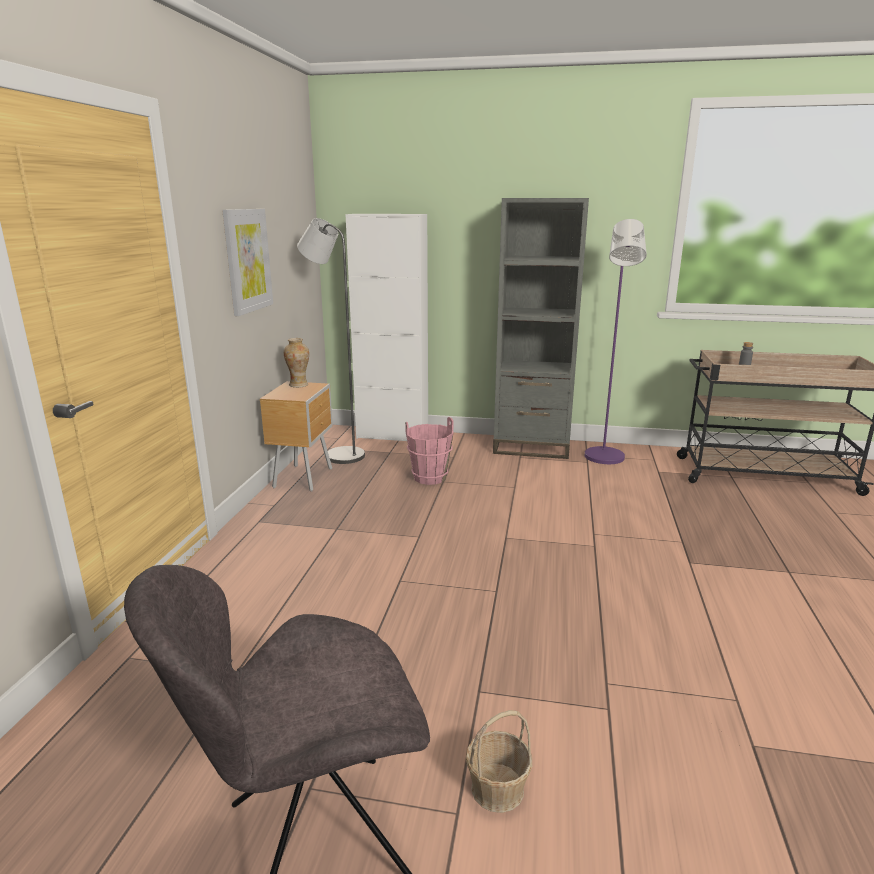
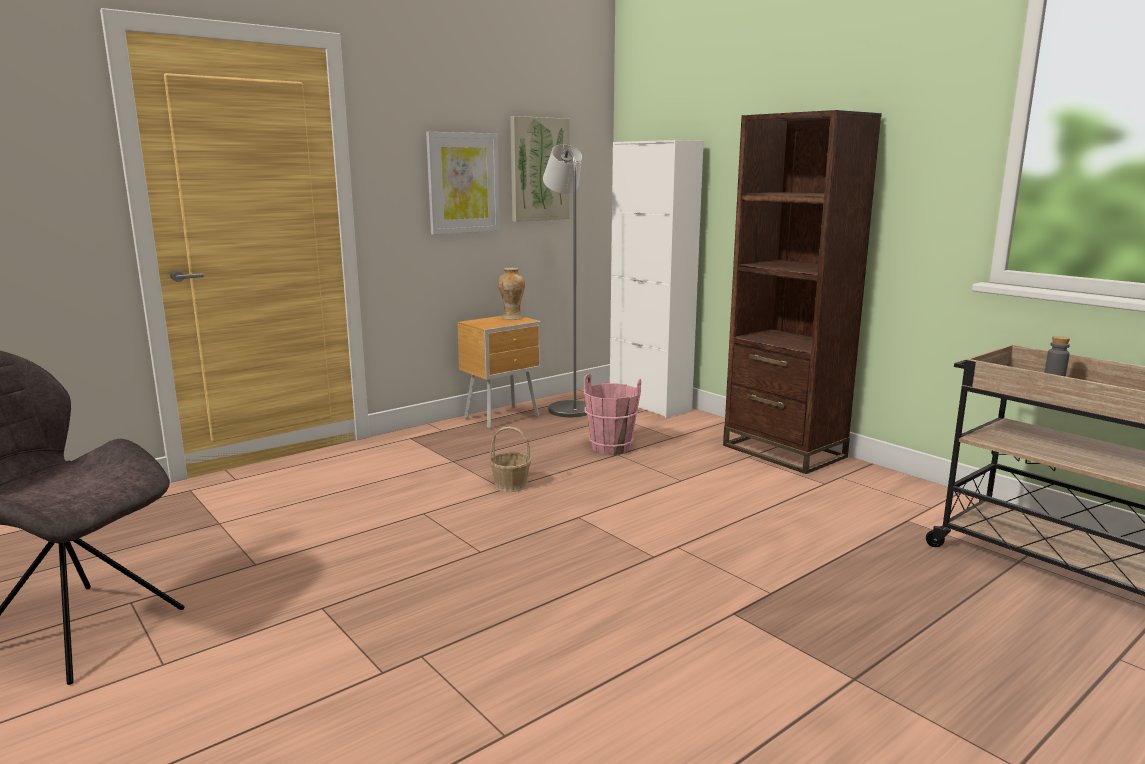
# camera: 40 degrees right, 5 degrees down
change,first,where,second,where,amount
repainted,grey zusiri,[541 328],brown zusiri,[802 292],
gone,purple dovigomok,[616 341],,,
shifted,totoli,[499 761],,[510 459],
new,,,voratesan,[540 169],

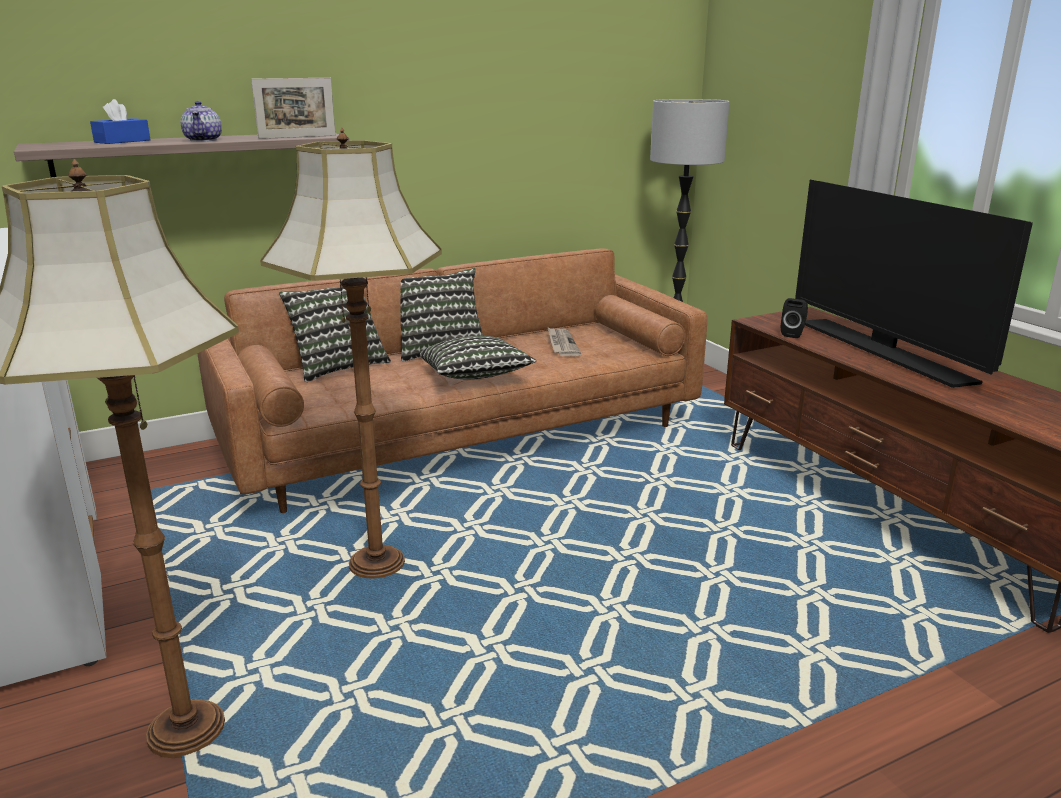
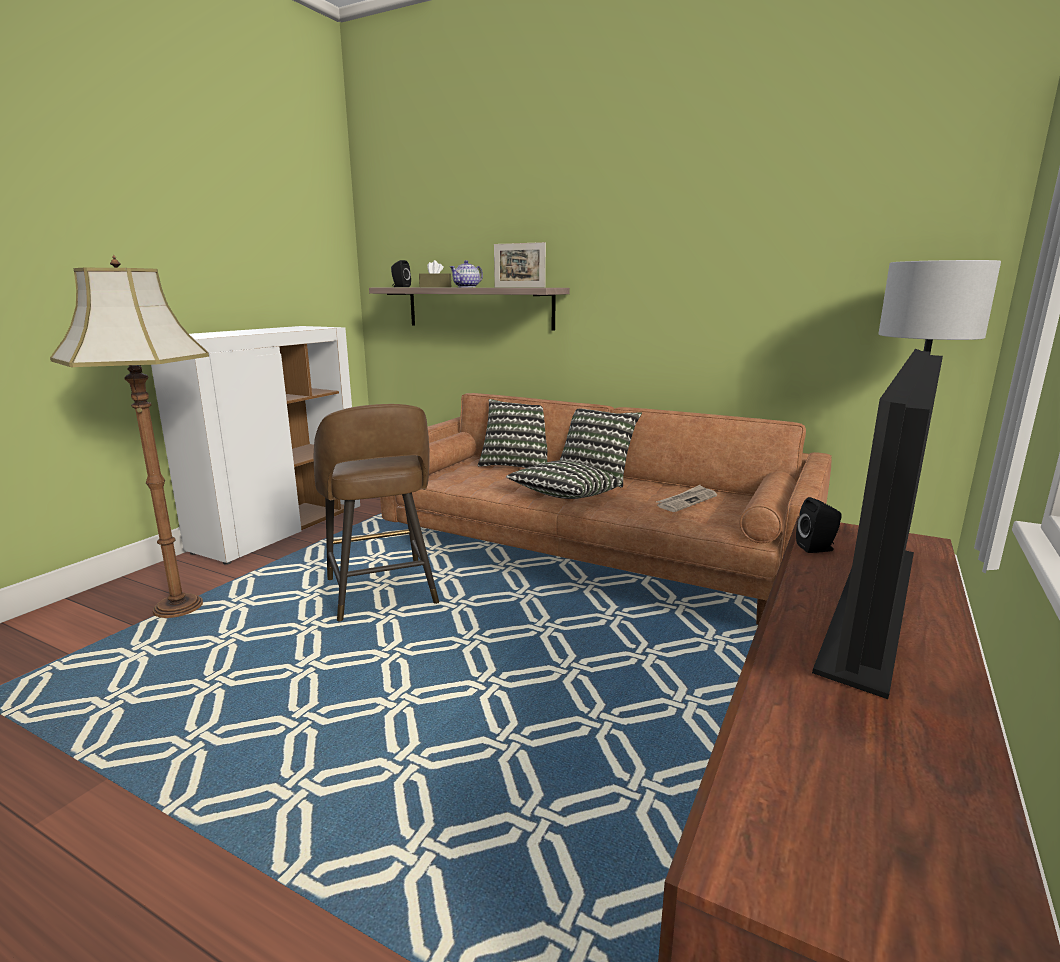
# camera: 55 degrees right, 5 degrees down
change,first,where,second,where,amount
repainted,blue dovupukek,[120 121],brown dovupukek,[435 273],
swapped,dovigomok,[351 353],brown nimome,[376 512],
new,,,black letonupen,[401 273],

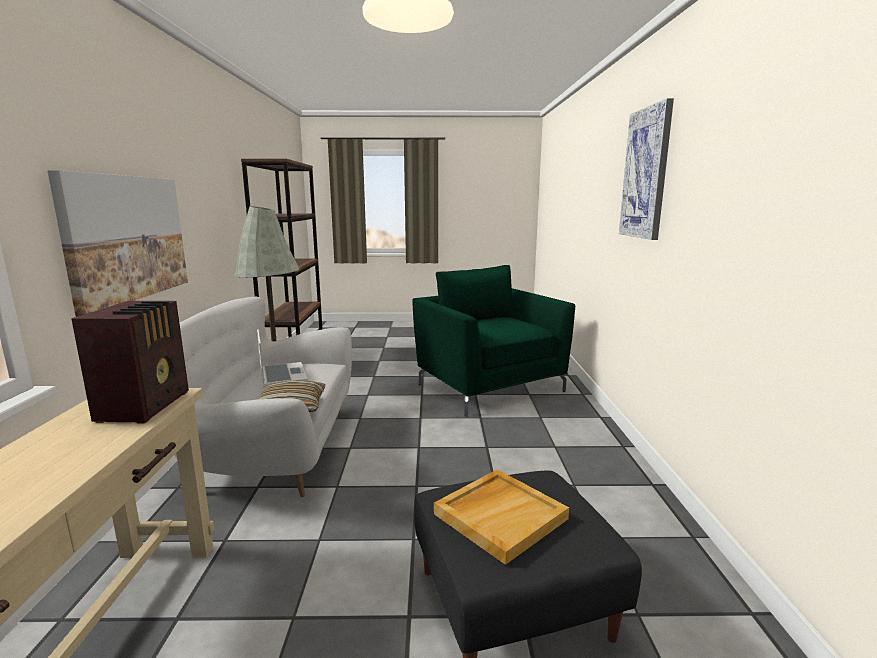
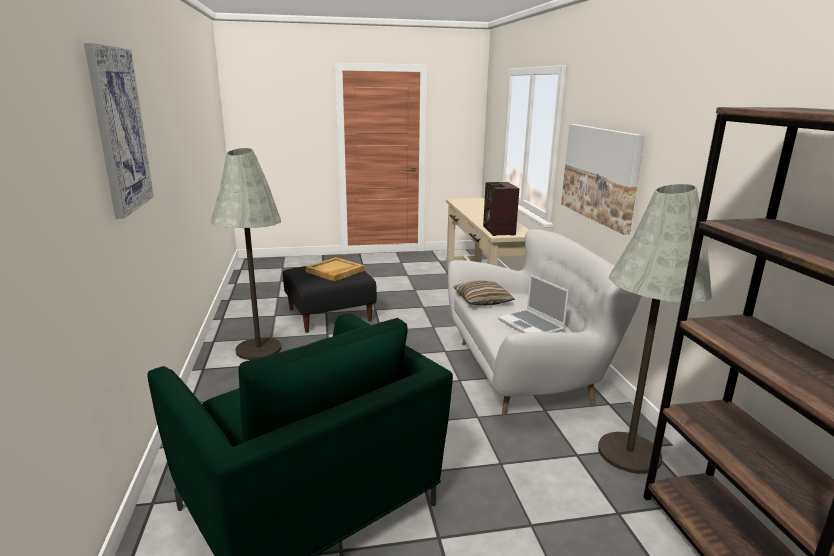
# camera: 170 degrees right, 5 degrees up
change,first,where,second,where,amount
new,,,grey dovigomok,[245 254],

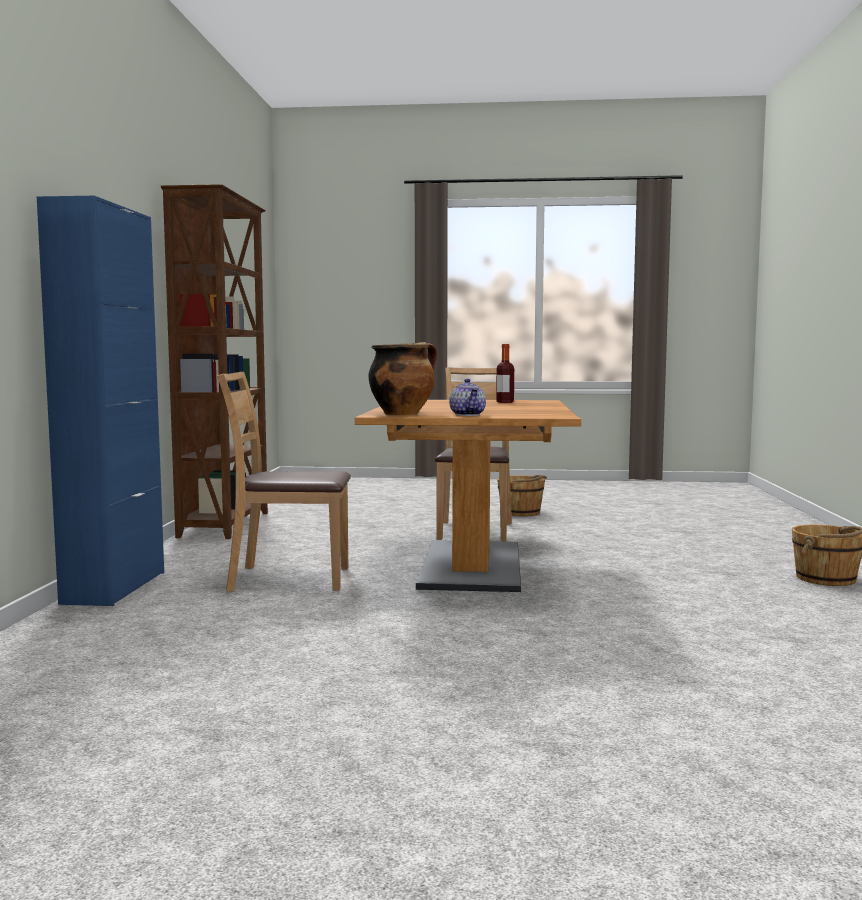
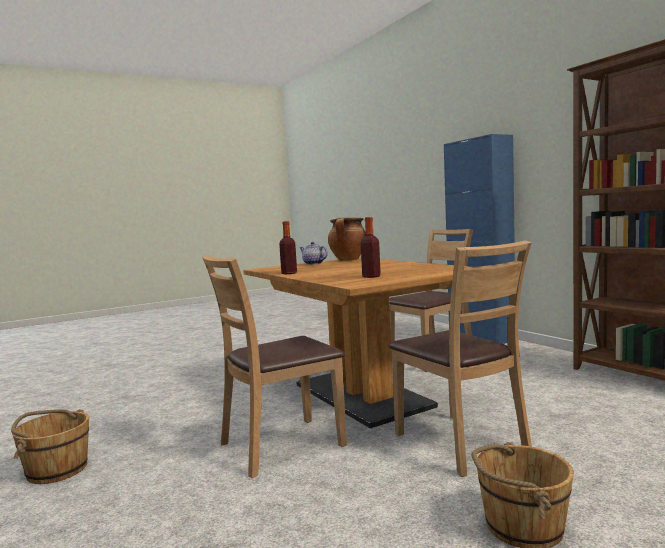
# camera: 145 degrees right, 0 degrees up
change,first,where,second,where,amount
new,,,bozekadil,[288 247],
new,,,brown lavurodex,[274 366],

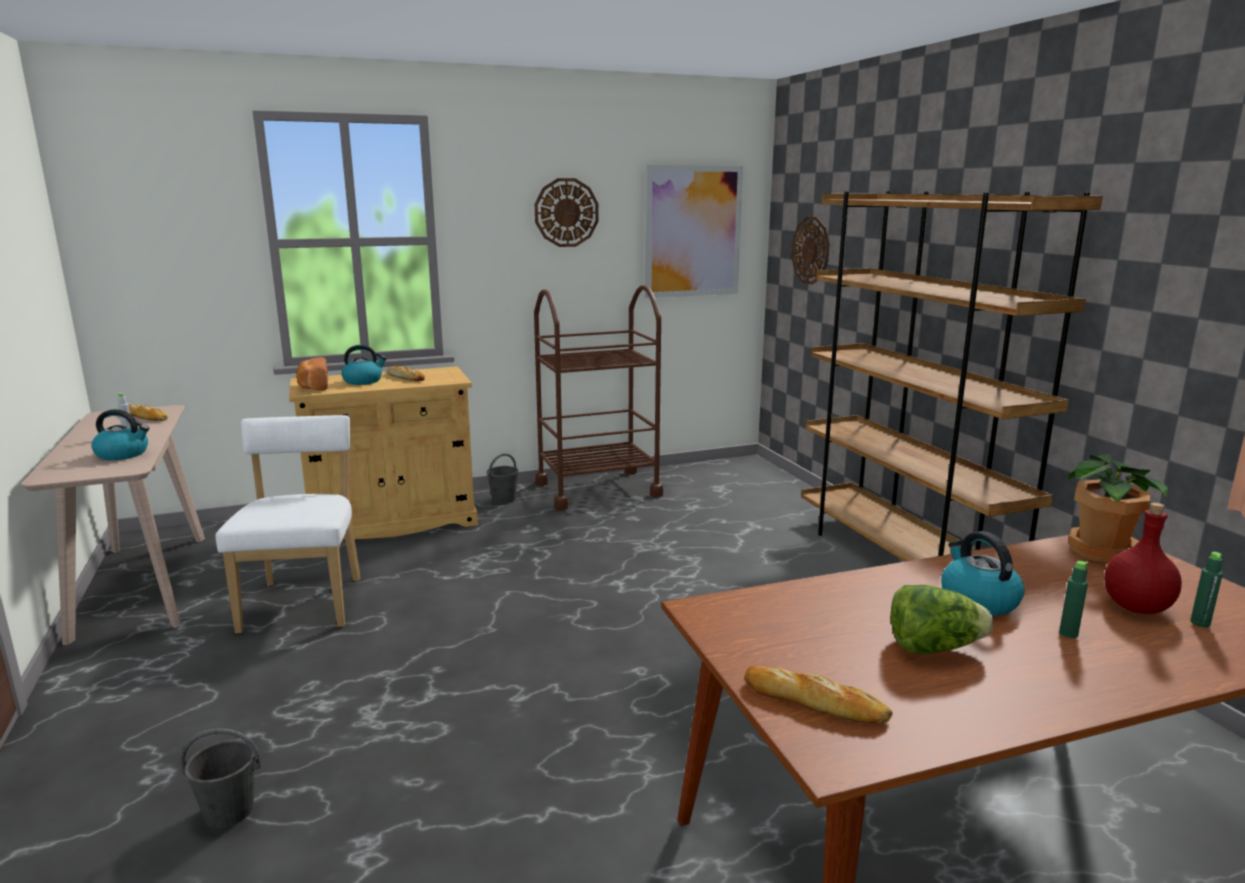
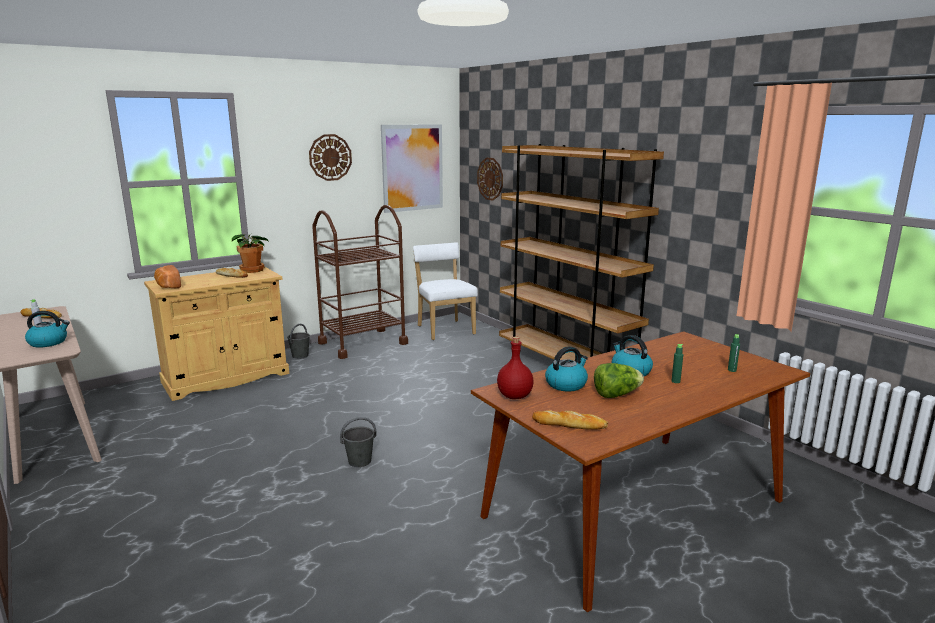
# camera: 15 degrees left, 0 degrees up
change,first,where,second,where,amount
shifted,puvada,[364 365],,[566 368],
shifted,white lavurodex,[288 524],,[445 291],
shifted,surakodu,[1118 508],,[250 253],
shifted,red bozekadil,[1143 558],,[515 367],
shifted,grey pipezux,[220 778],,[358 442],

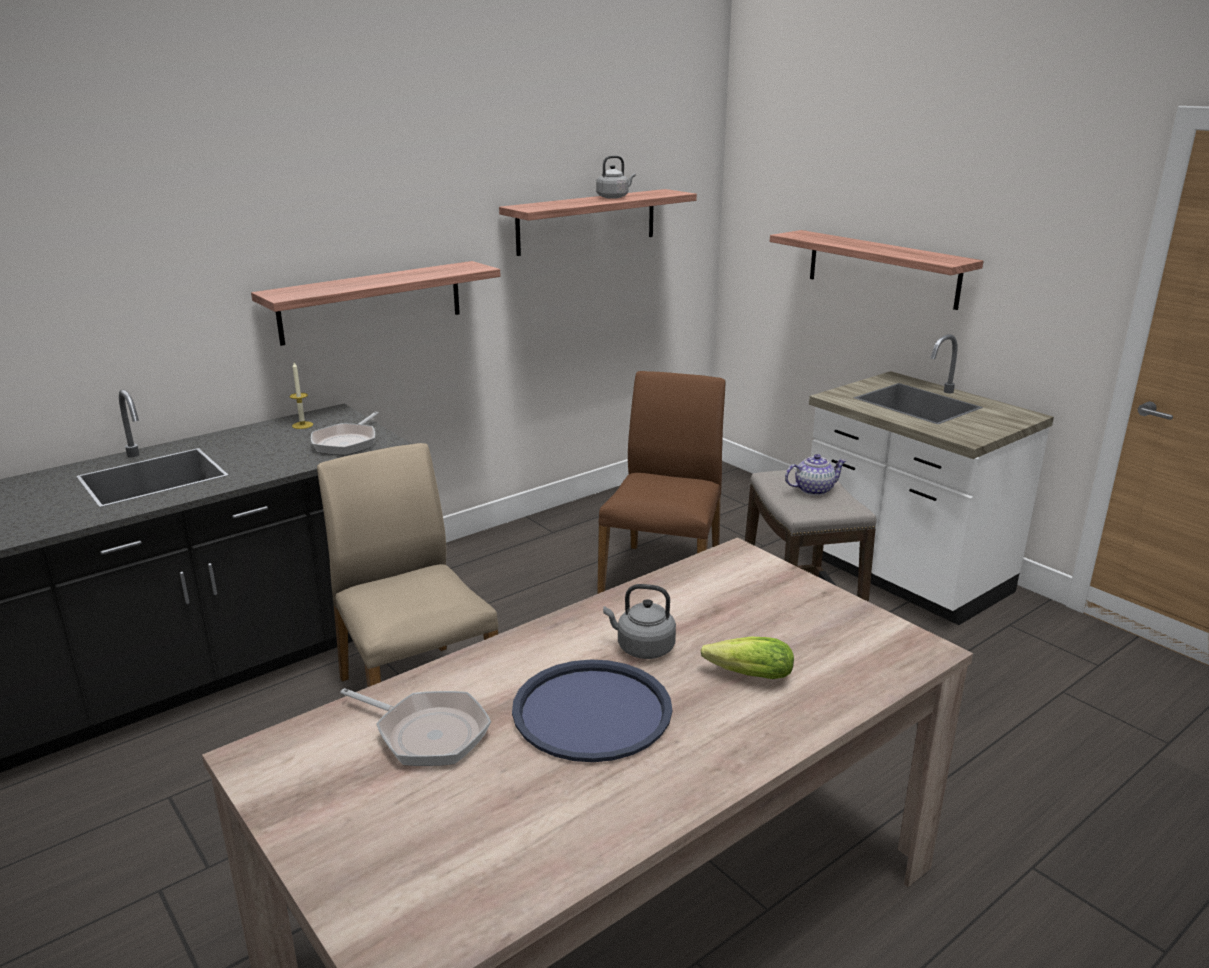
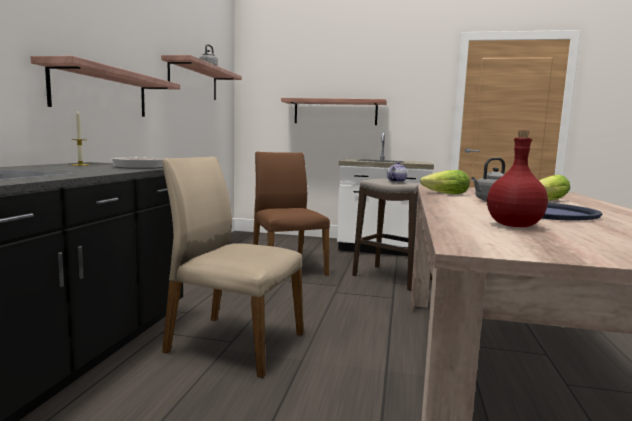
# camera: 40 degrees left, 15 degrees down
change,first,where,second,where,amount
swapped,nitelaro,[415 727],red bozekadil,[517 178],
new,,,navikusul,[445 182],

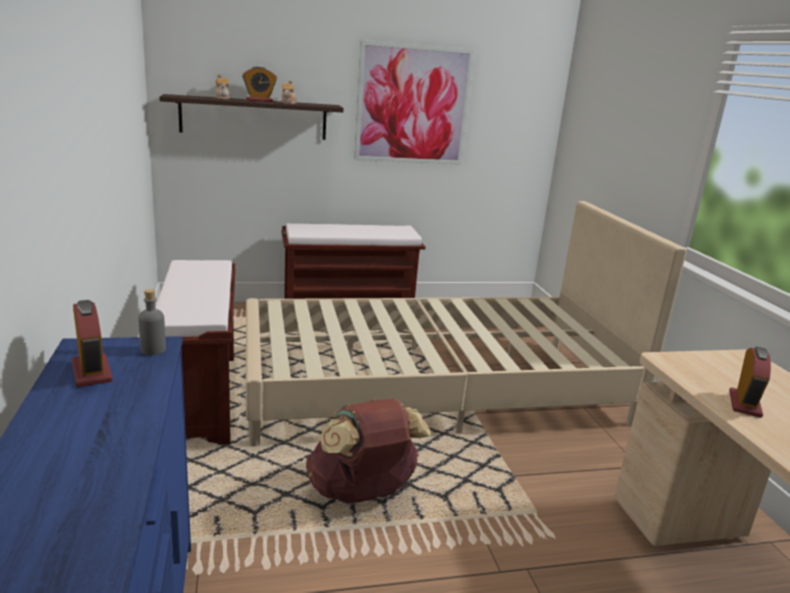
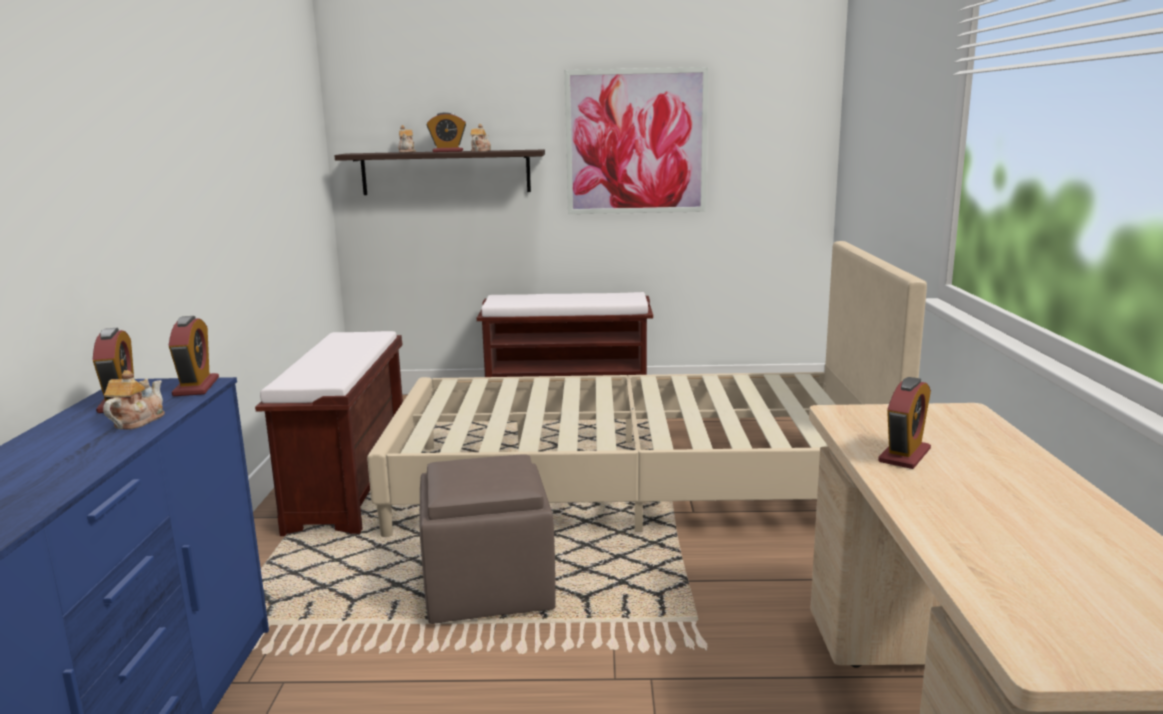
# camera: 15 degrees right, 5 degrees down
change,first,where,second,where,amount
swapped,grey bozekadil,[152 322],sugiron,[194 356],
swapped,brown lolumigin,[368 451],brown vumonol,[488 539],
new,,,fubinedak,[134 400],

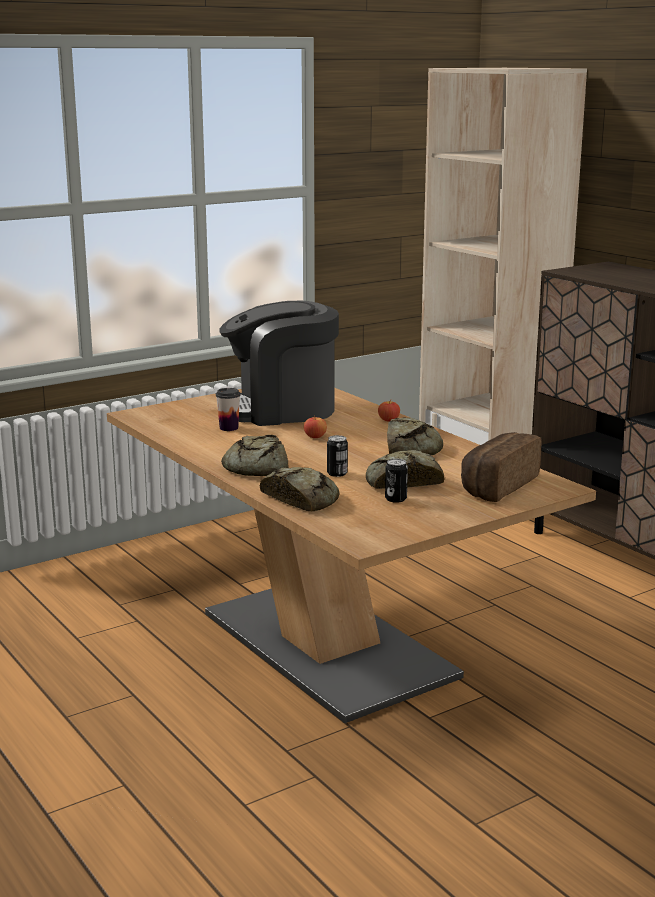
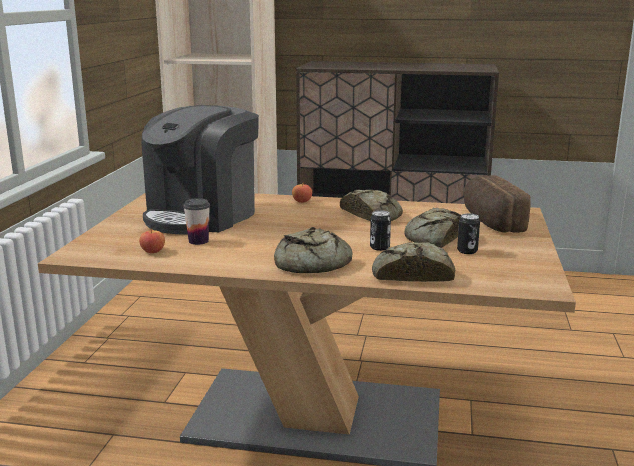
# camera: 45 degrees left, 0 degrees up
change,first,where,second,where,amount
shifted,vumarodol,[315 427],,[152 241],

